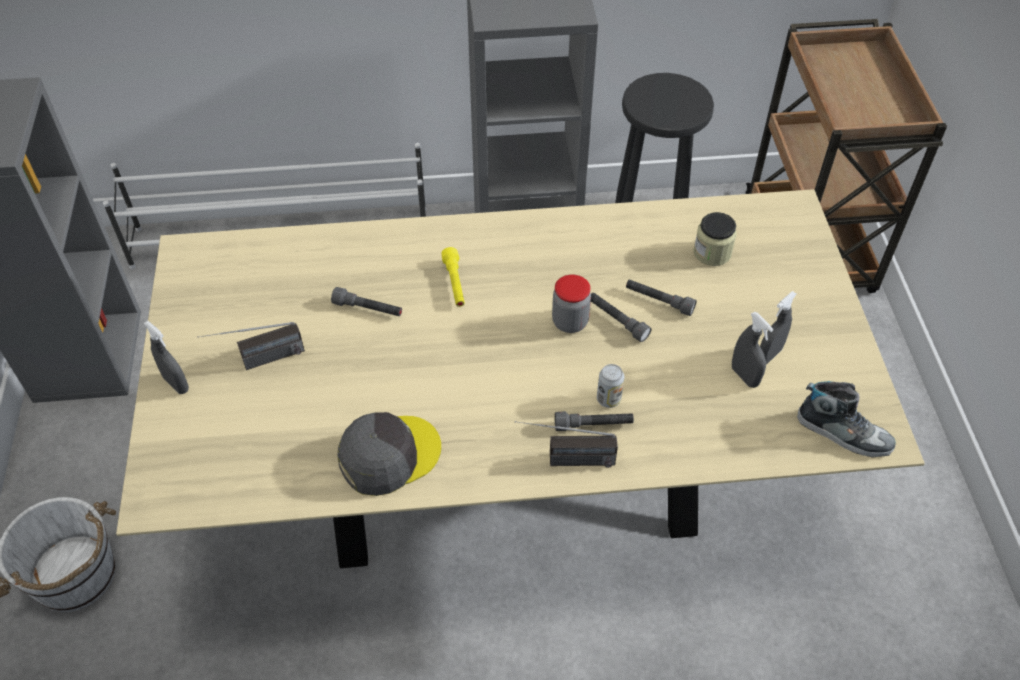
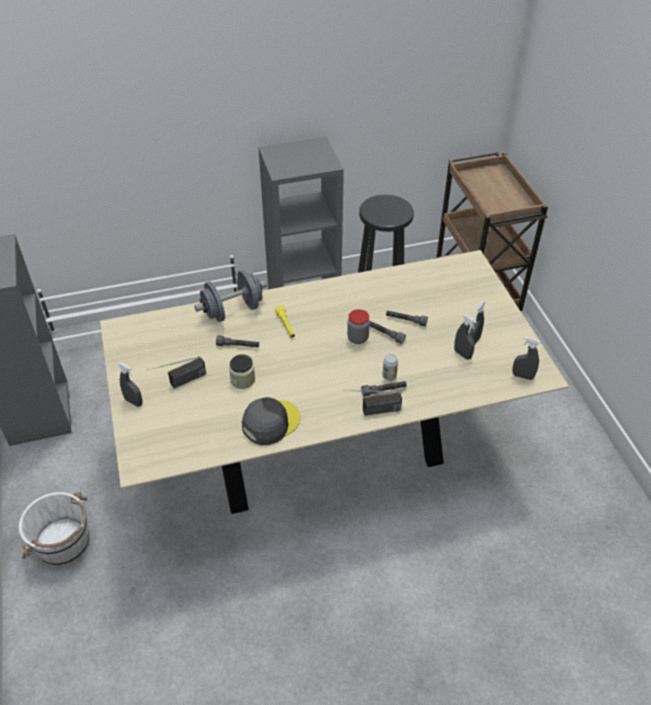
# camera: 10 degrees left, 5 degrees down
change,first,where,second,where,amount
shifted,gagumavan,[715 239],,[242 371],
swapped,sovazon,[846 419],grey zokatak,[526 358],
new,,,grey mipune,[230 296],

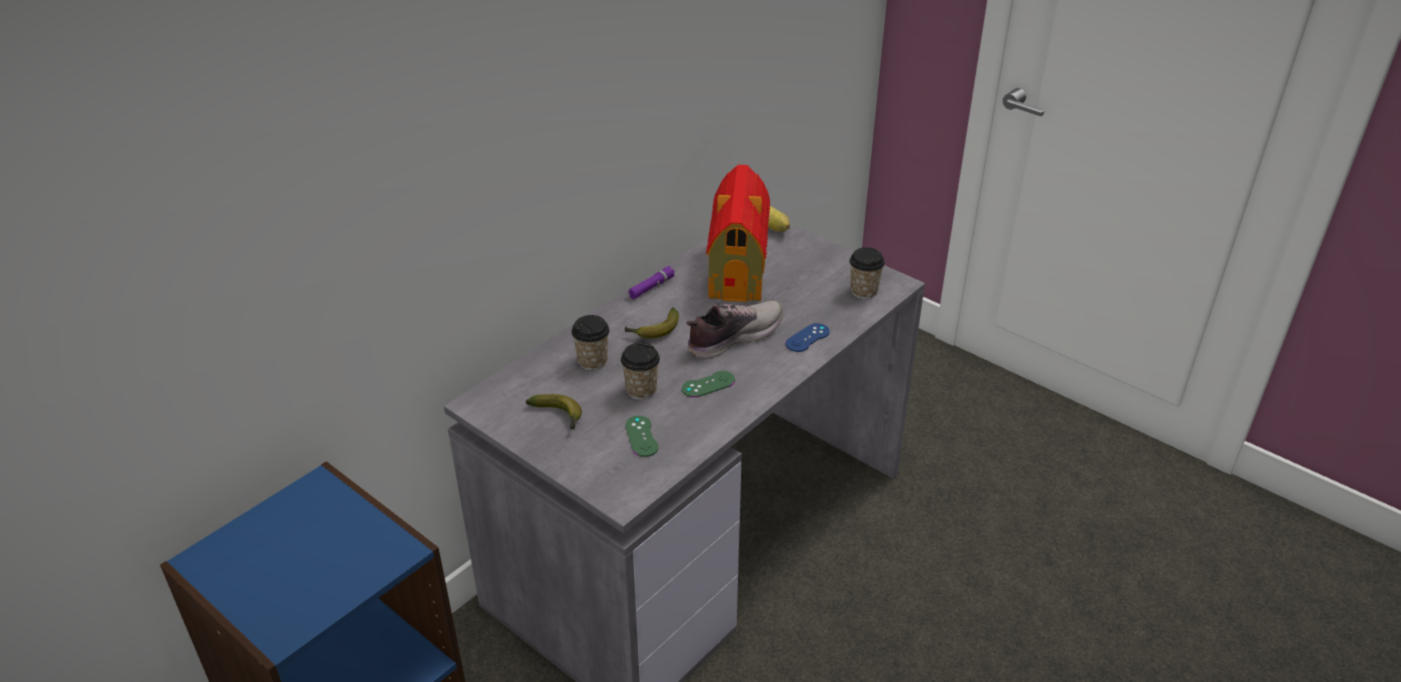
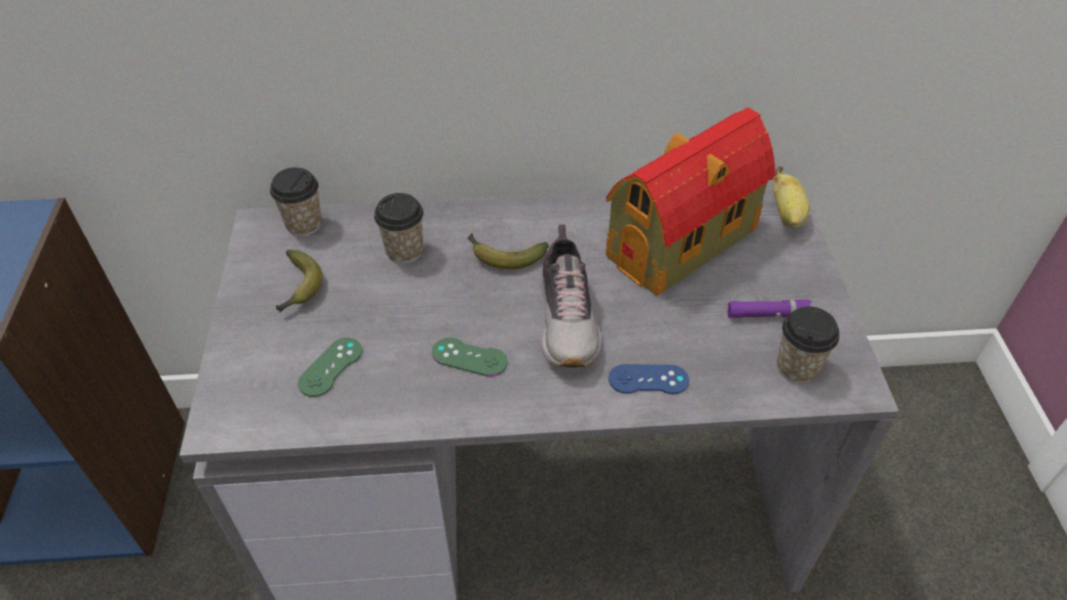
# camera: 45 degrees right, 10 degrees up
change,first,where,second,where,amount
shifted,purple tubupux,[651 282],,[769 308],
rotated,sovazon,[735 330],,[571 295],75 degrees clockwise
shifted,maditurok,[640 371],,[296 202],

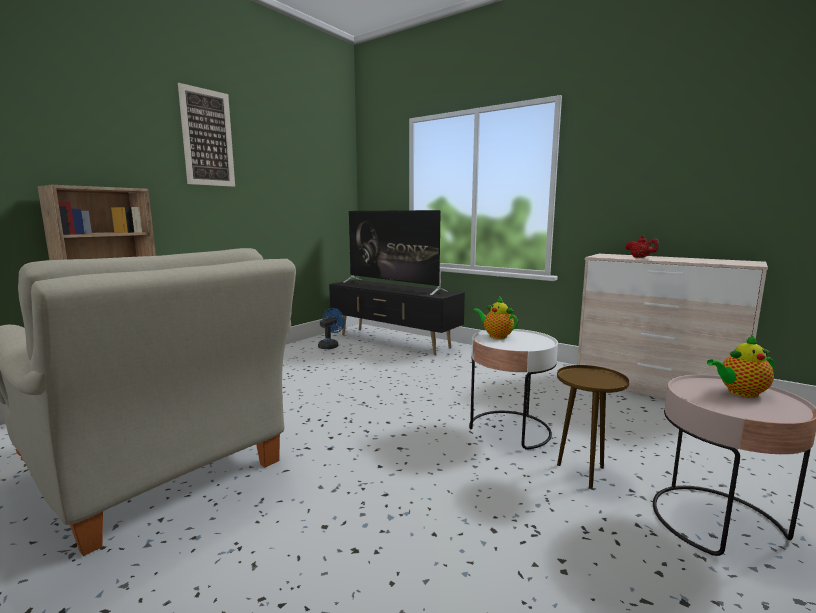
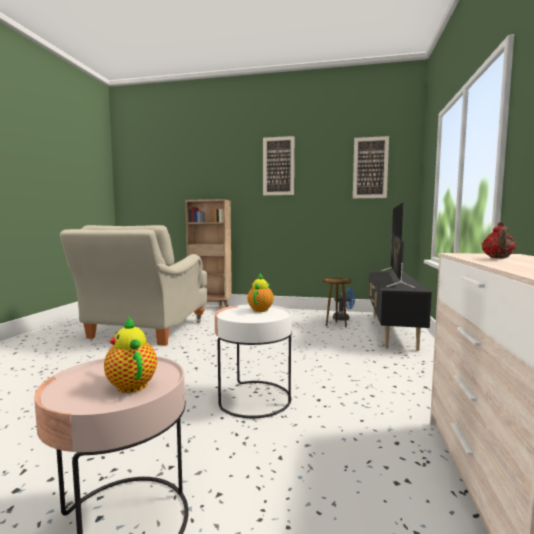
# camera: 65 degrees right, 5 degrees down
change,first,where,second,where,amount
shifted,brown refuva,[593 427],,[337 302],
new,,,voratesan,[371 167],

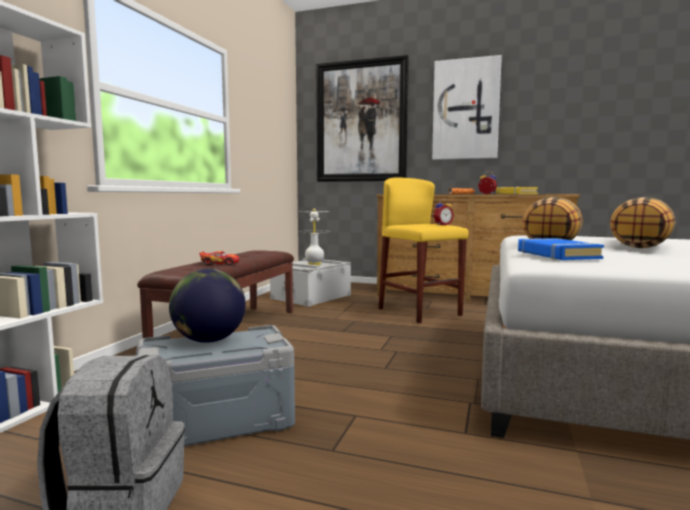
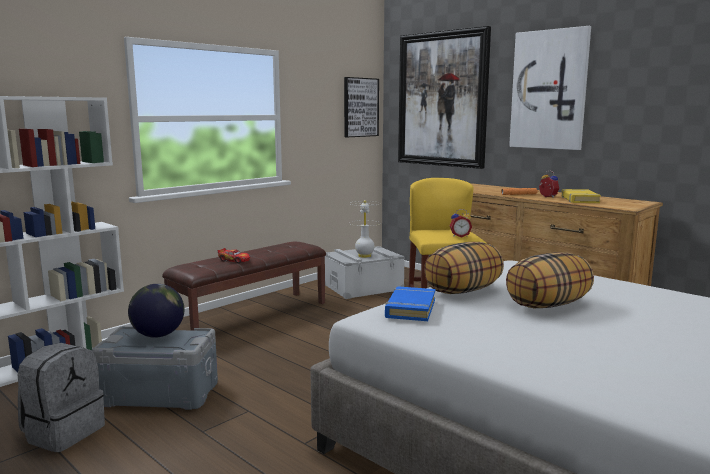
# camera: 25 degrees right, 5 degrees up
change,first,where,second,where,amount
new,,,voratesan,[361 107],

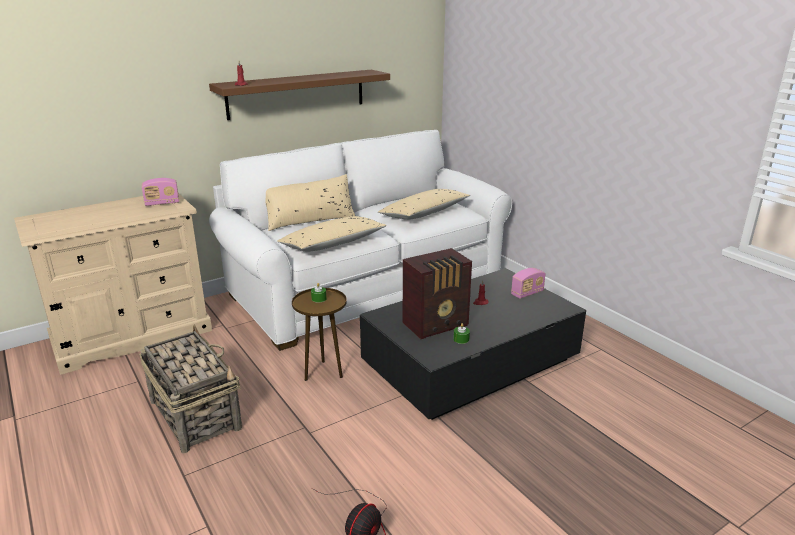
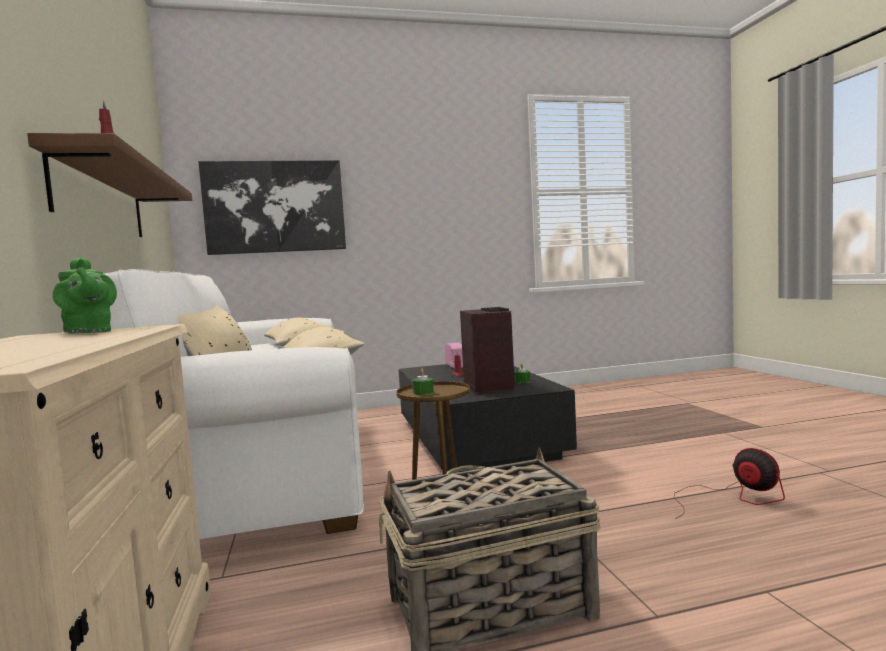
# camera: 70 degrees left, 20 degrees down
change,first,where,second,where,amount
swapped,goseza,[160 192],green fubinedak,[85 295],
new,,,voratesan,[272 207],

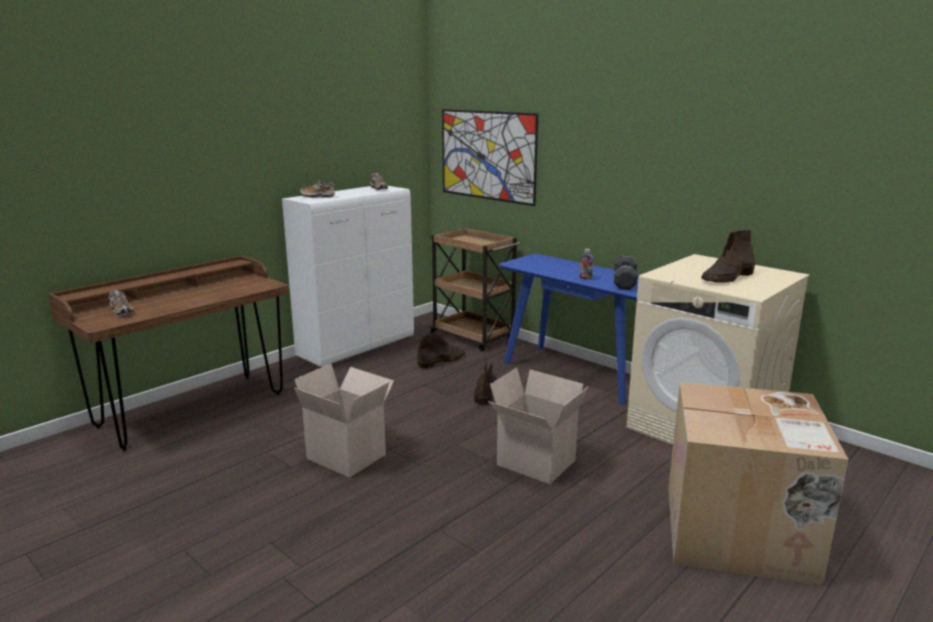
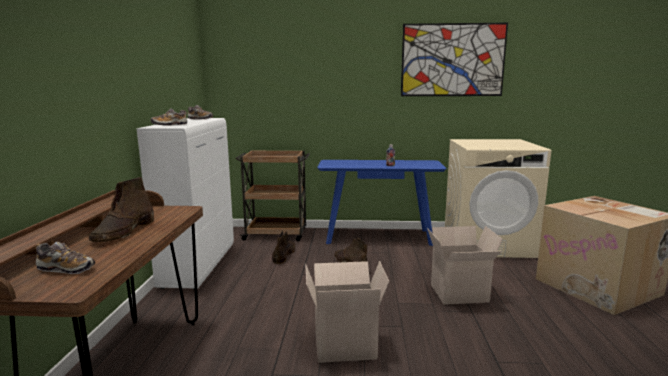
# camera: 40 degrees left, 5 degrees down
change,first,where,second,where,amount
shifted,voratesan,[490 157],,[454 59],
shifted,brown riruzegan,[728 256],,[121 209],
gone,black mipune,[626 272],,,

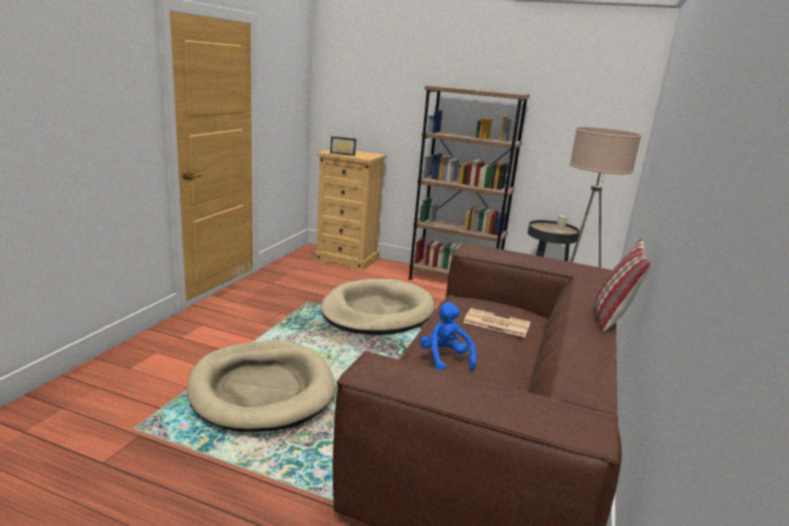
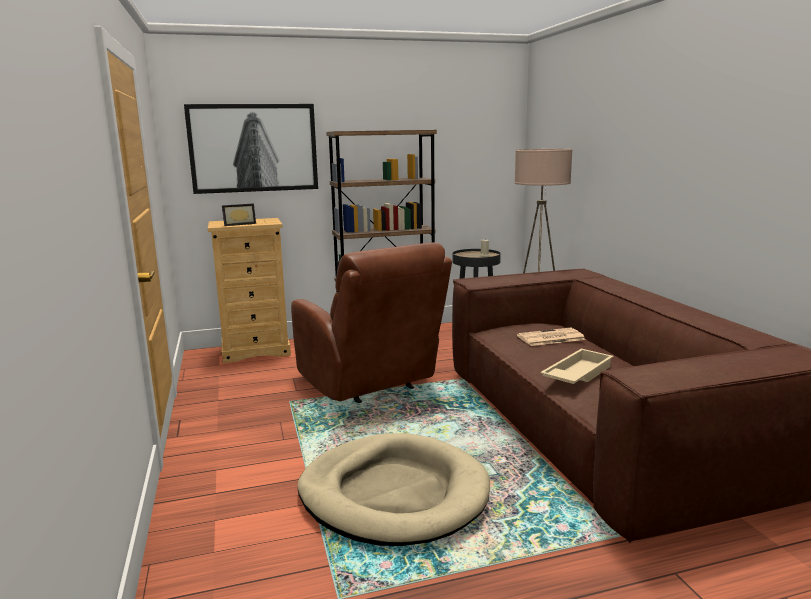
# camera: 35 degrees left, 5 degrees down
change,first,where,second,where,amount
gone,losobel,[623 285],,,
swapped,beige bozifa,[377 307],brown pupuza,[371 322],
swapped,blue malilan,[448 336],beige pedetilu,[577 366],
new,,,voratesan,[251 149],

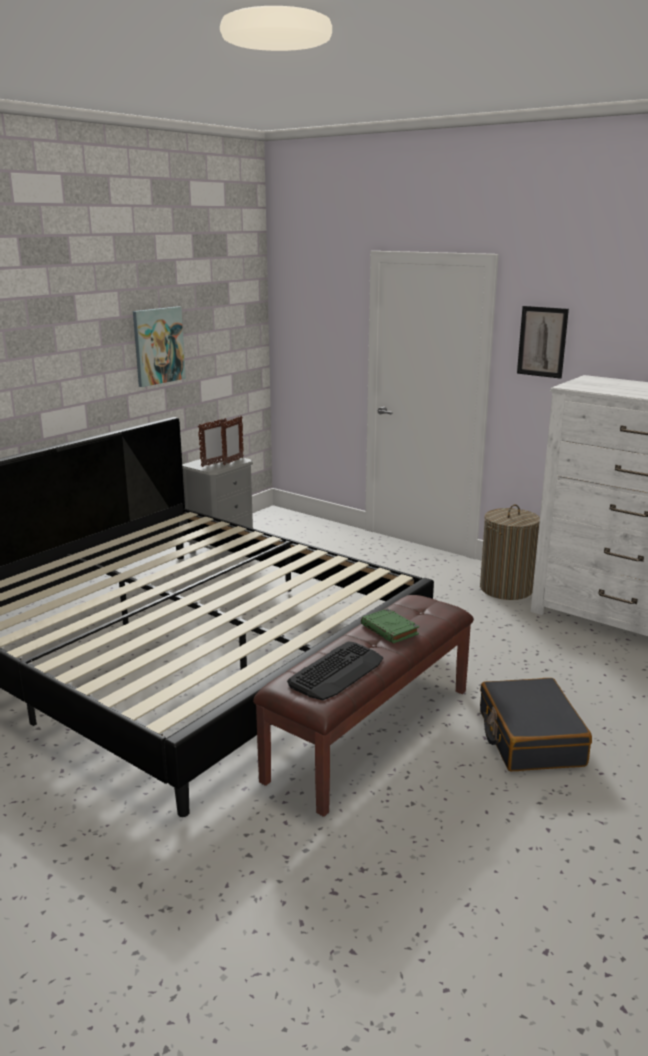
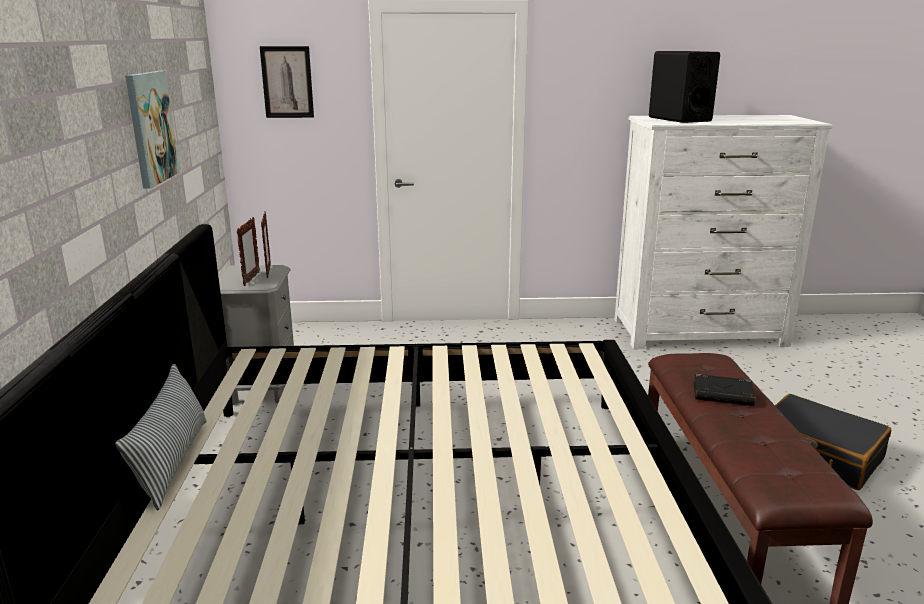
# camera: 40 degrees left, 0 degrees up
change,first,where,second,where,amount
shifted,voratesan,[543 342],,[287 82],
gone,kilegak,[510 552],,,
repainted,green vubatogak,[390 625],black vubatogak,[725 390],
gone,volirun,[335 671],,,
new,,,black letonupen,[684 87],
new,,,losobel,[161 437],

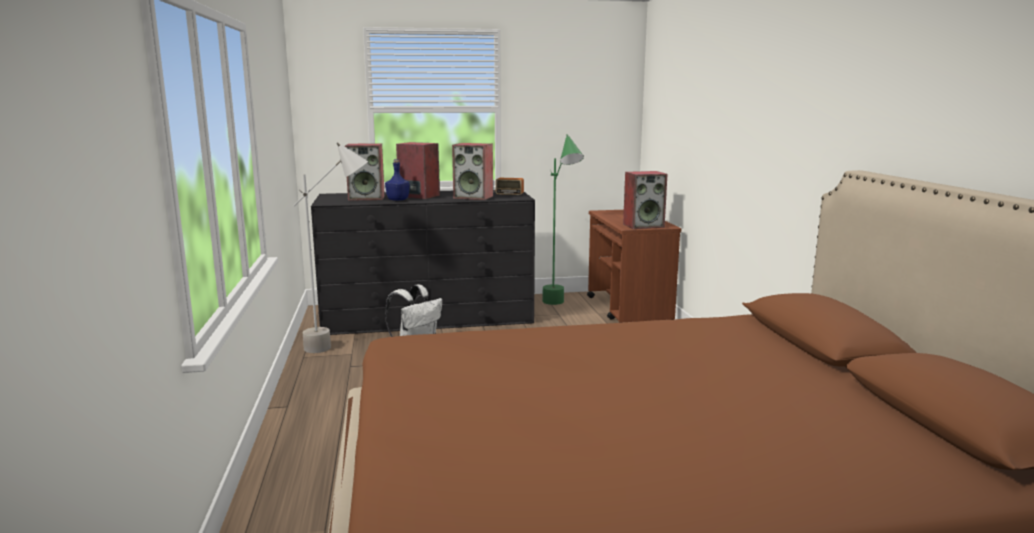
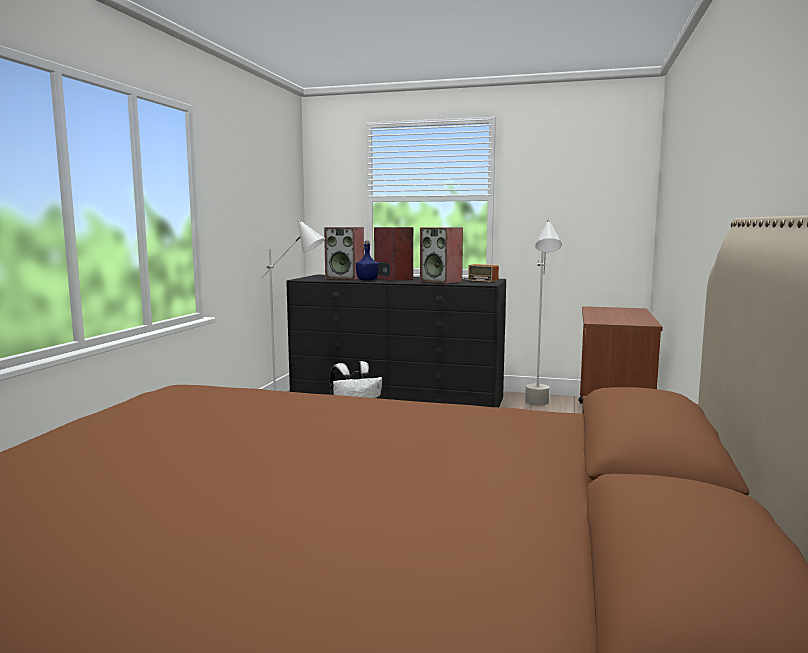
# camera: 25 degrees right, 5 degrees down
change,first,where,second,where,amount
repainted,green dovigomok,[563 219],grey dovigomok,[543 312],
gone,letonupen,[645 200],,,

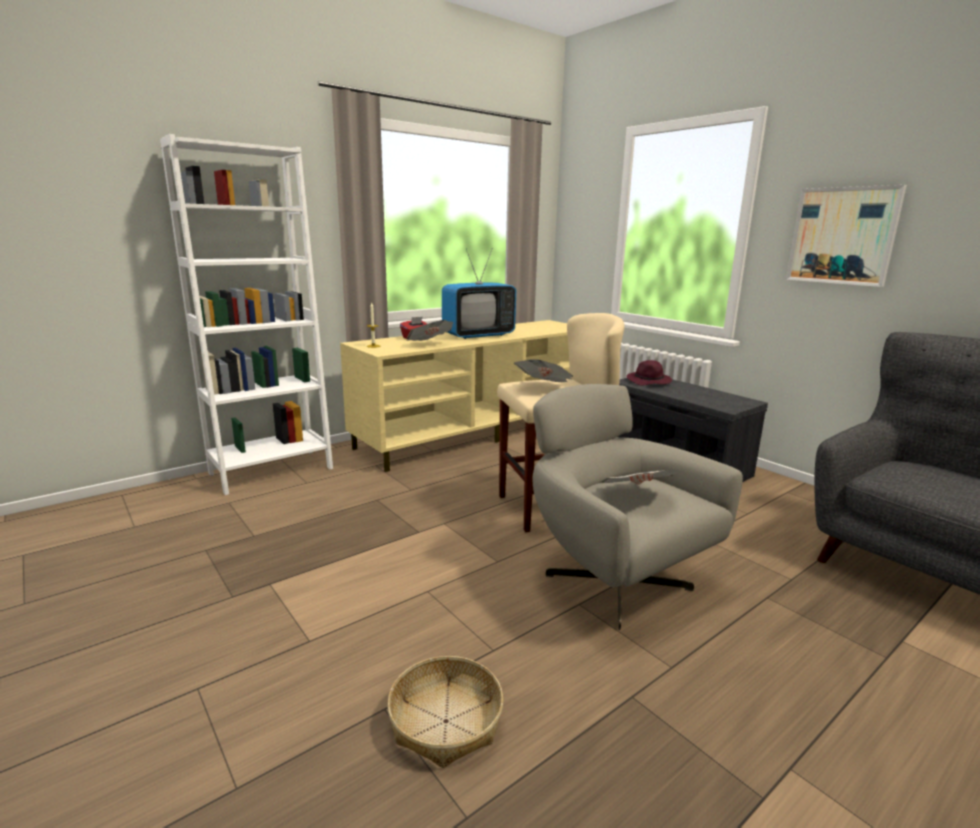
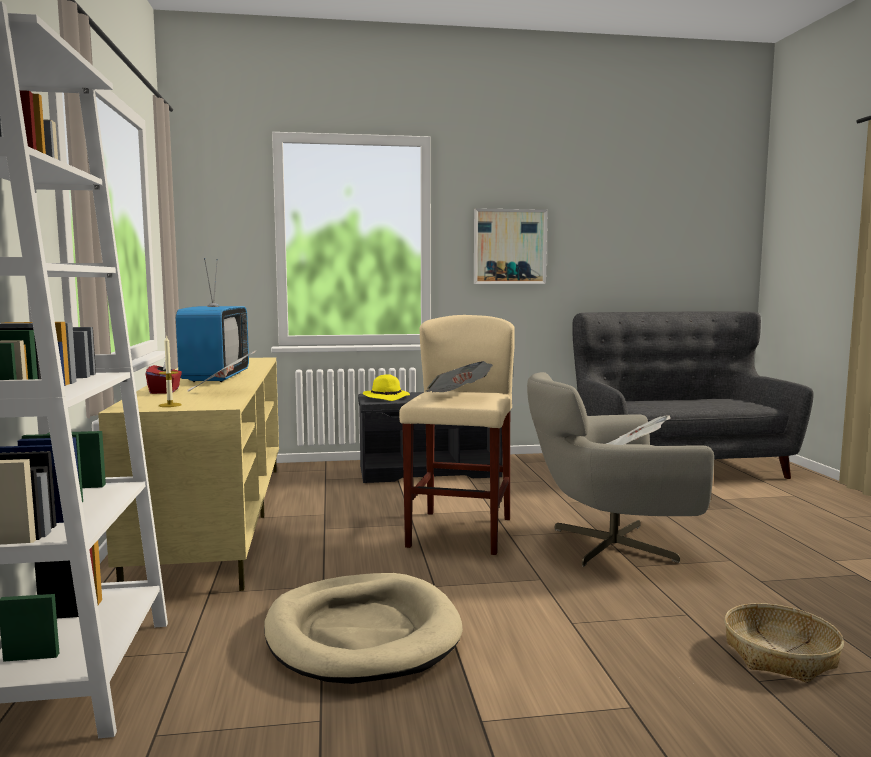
# camera: 60 degrees left, 10 degrees down
change,first,where,second,where,amount
repainted,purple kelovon,[649 373],yellow kelovon,[386 387],
new,,,beige bozifa,[363 628],

